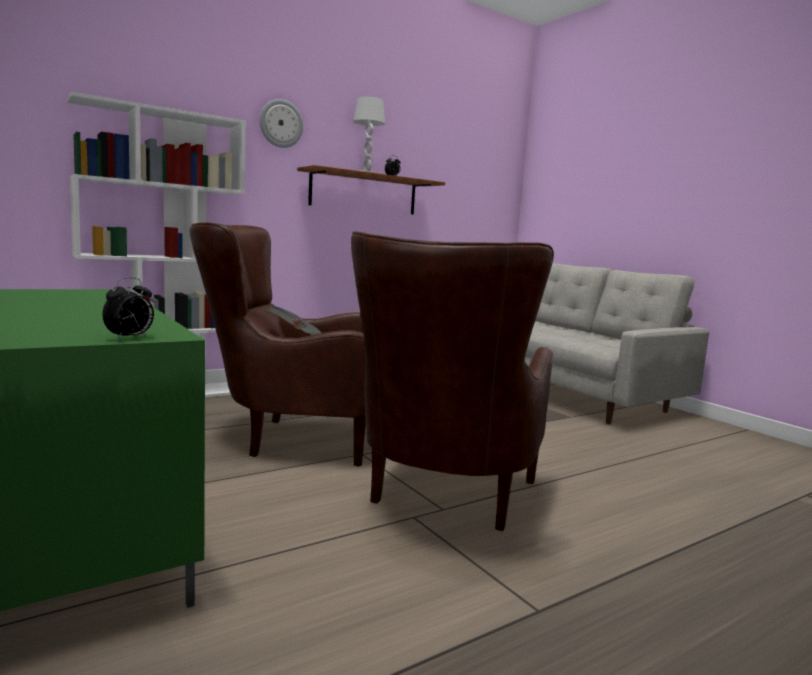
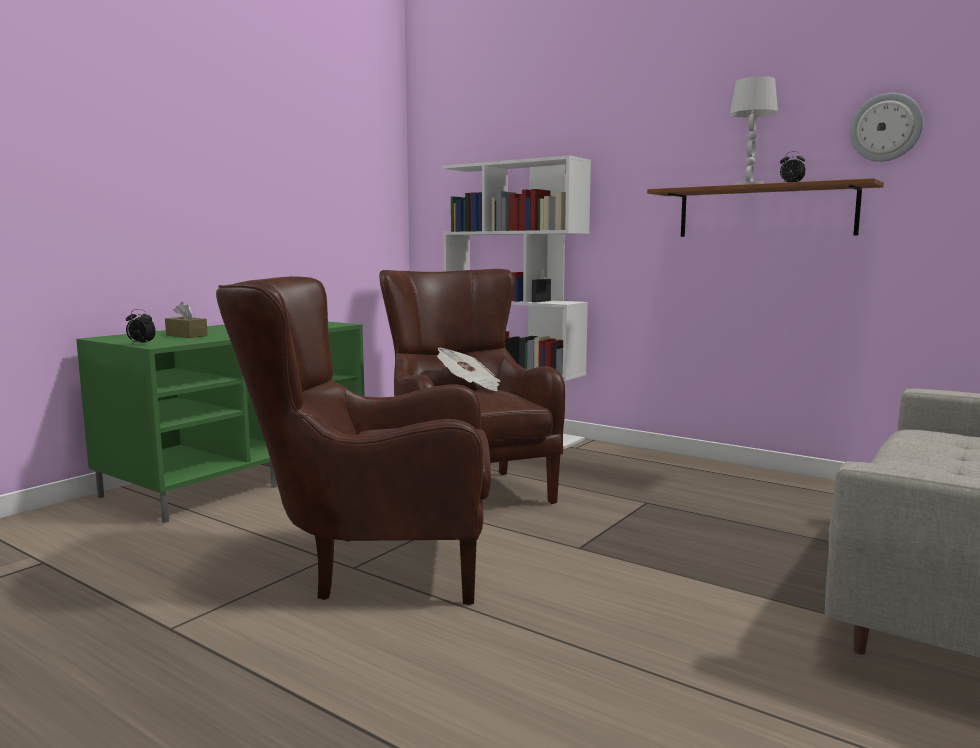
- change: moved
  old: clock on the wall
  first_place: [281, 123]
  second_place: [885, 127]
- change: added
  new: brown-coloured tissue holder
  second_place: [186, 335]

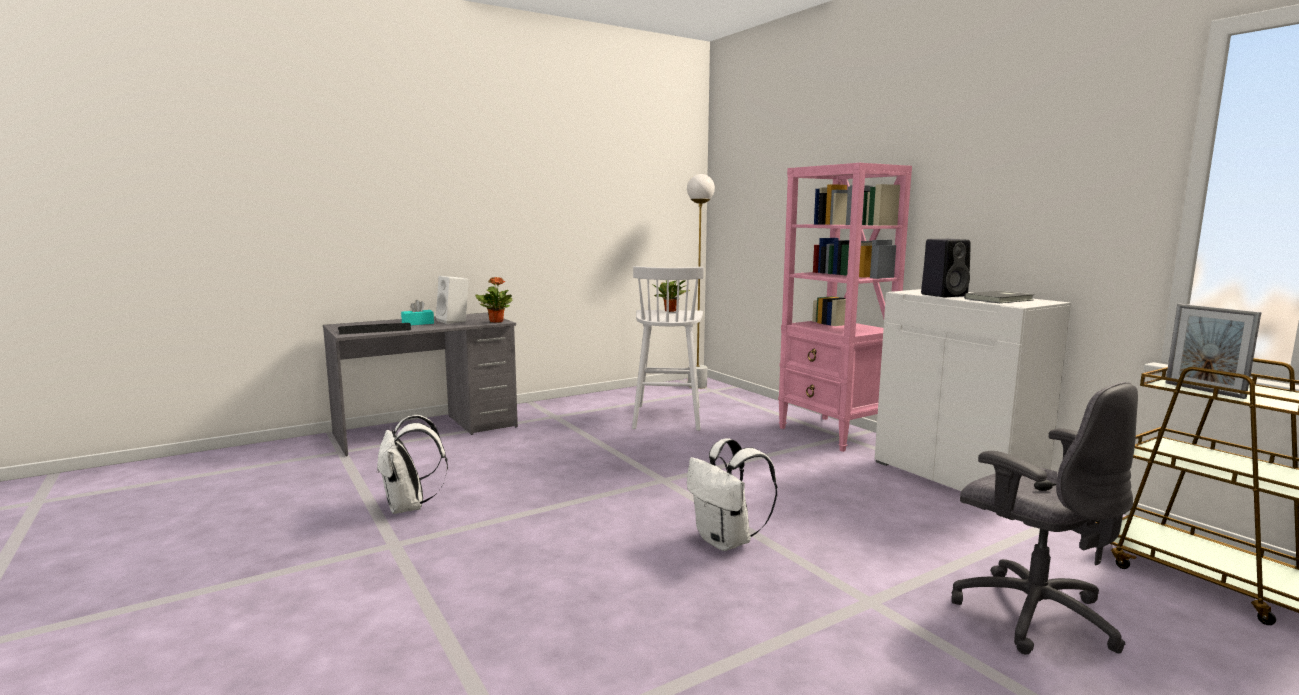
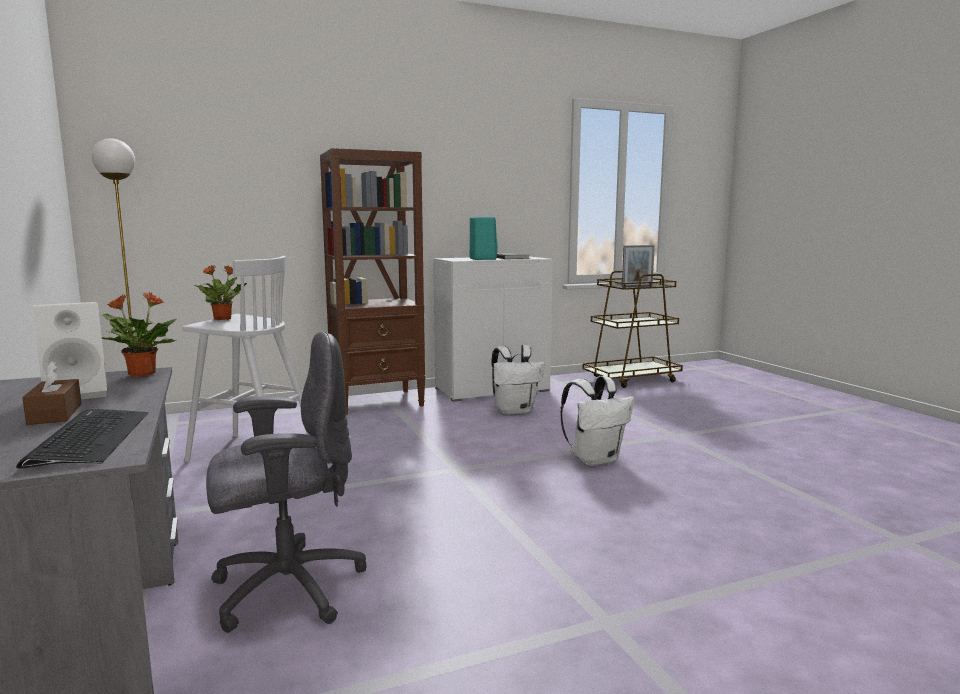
- change: moved
  old: whitish knapsack
  first_place: [409, 507]
  second_place: [515, 411]
- change: recoloured
  old: blue-green tissue holder
  new: brown-coloured tissue holder
  first_place: [418, 323]
  second_place: [55, 414]
- change: recoloured
  old: pink bookshelf
  new: brown-coloured bookshelf
  first_place: [833, 434]
  second_place: [378, 402]
- change: recoloured
  old: blackish loudspeaker
  new: blue-green loudspeaker
  first_place: [944, 295]
  second_place: [482, 259]
- change: moved
  old: gray desk chair
  first_place: [1032, 613]
  second_place: [286, 589]

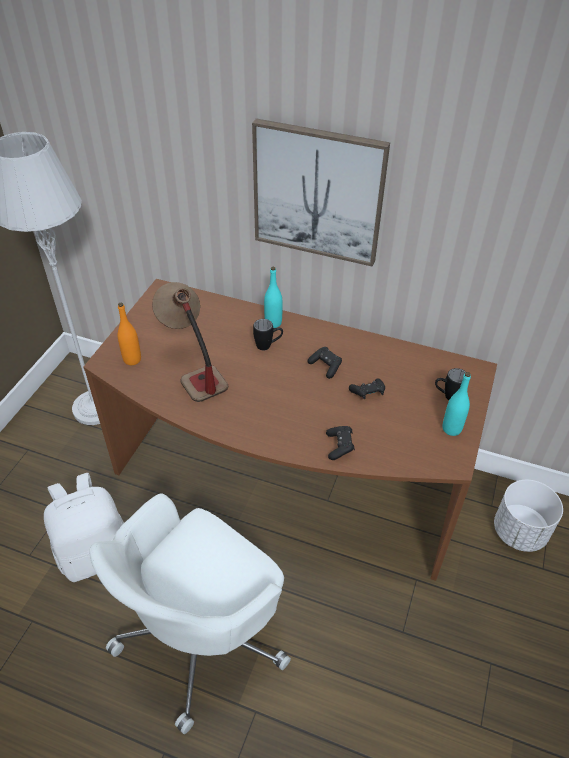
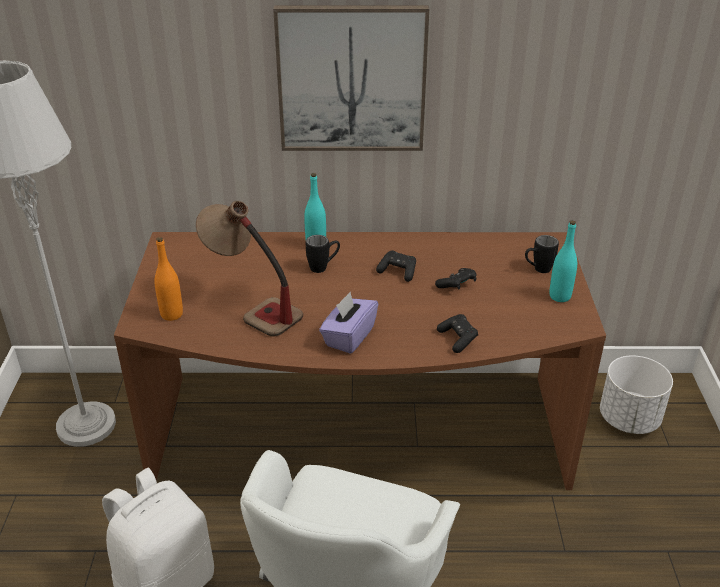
- change: added
  new: purplish tissue holder
  second_place: [349, 337]

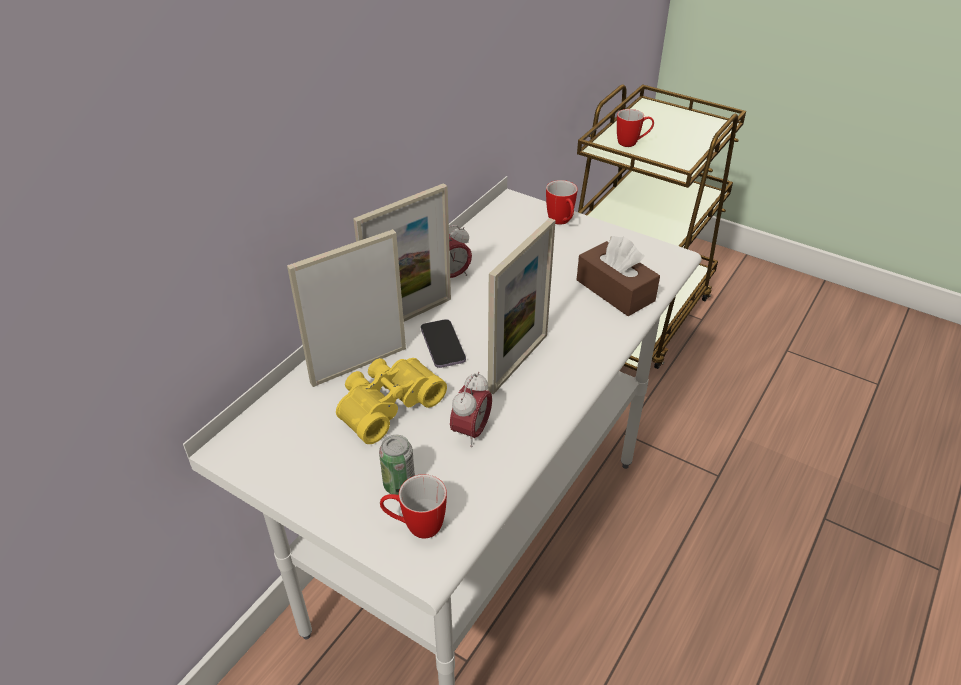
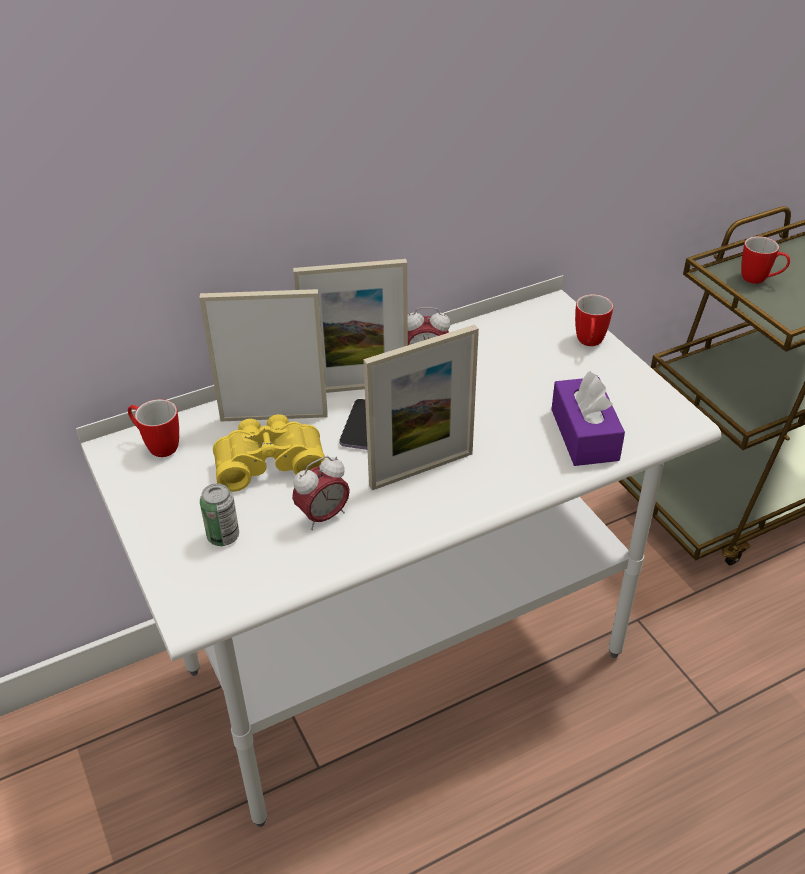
- change: moved
  old: coffee mug
  first_place: [415, 526]
  second_place: [157, 446]
- change: recoloured
  old: brown-coloured tissue holder
  new: purplish tissue holder
  first_place: [615, 290]
  second_place: [584, 434]

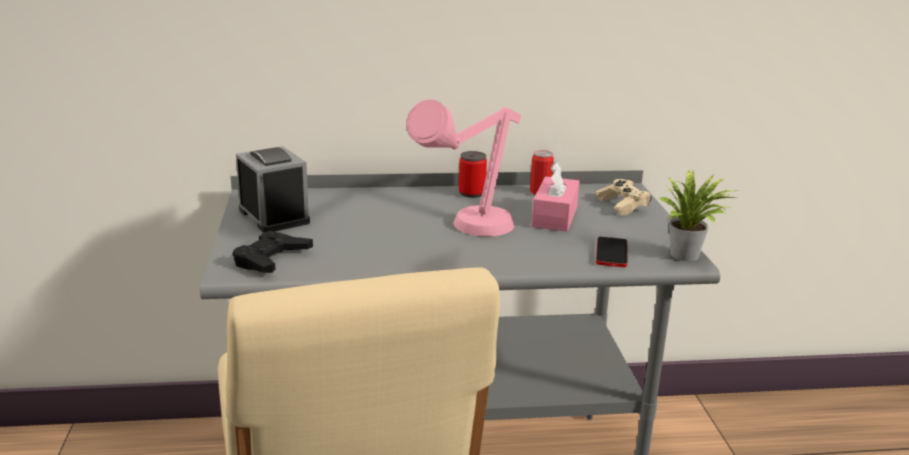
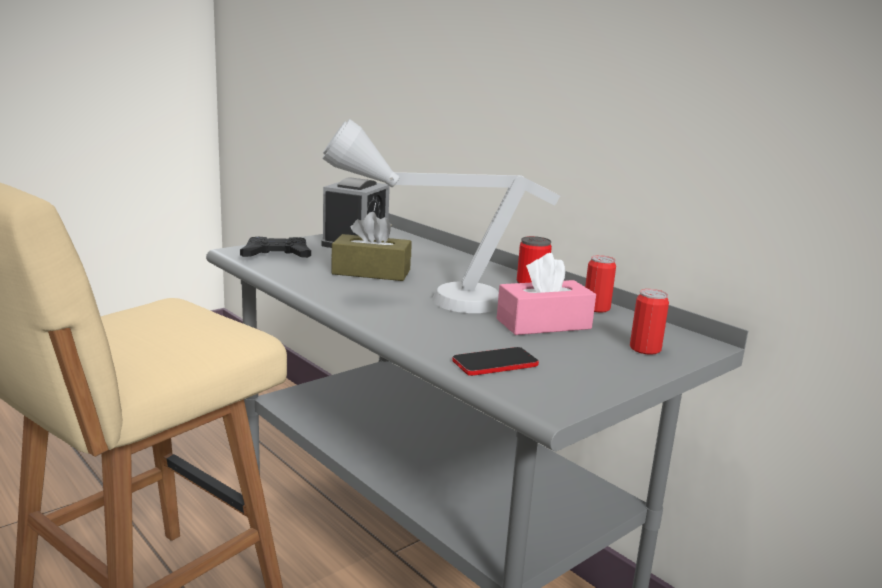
- change: recoloured
  old: pink tabletop lamp
  new: gray tabletop lamp
  first_place: [468, 234]
  second_place: [430, 300]
- change: replaced
  old: beige gamepad
  new: metal can
  first_place: [622, 205]
  second_place: [645, 349]
- change: removed
  old: houseplant
  first_place: [688, 256]
- change: added
  new: brown-coloured tissue holder
  second_place: [371, 272]

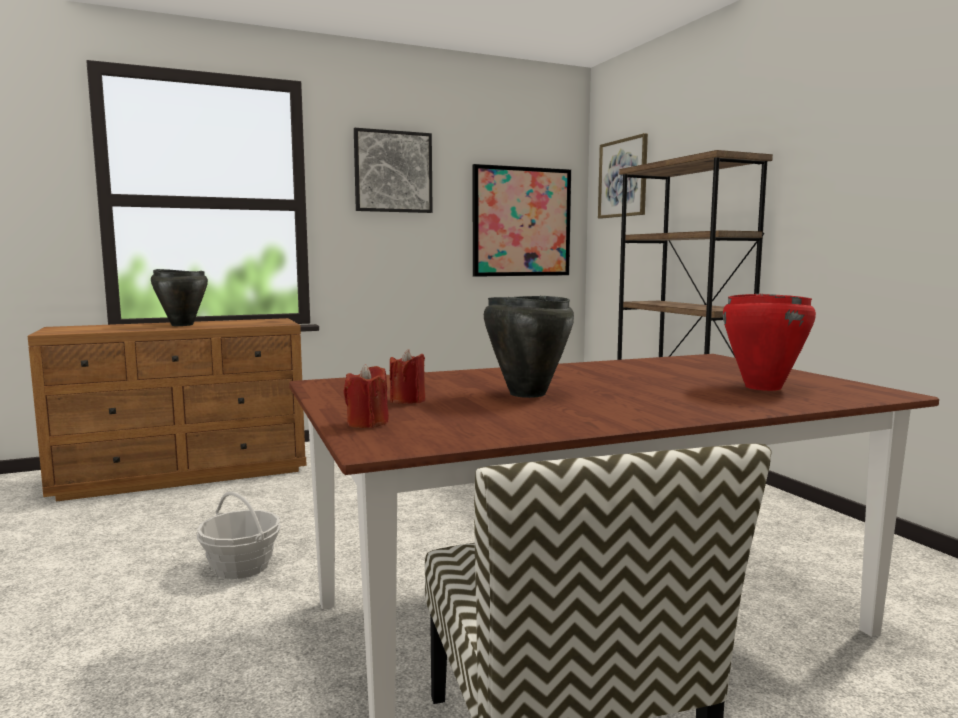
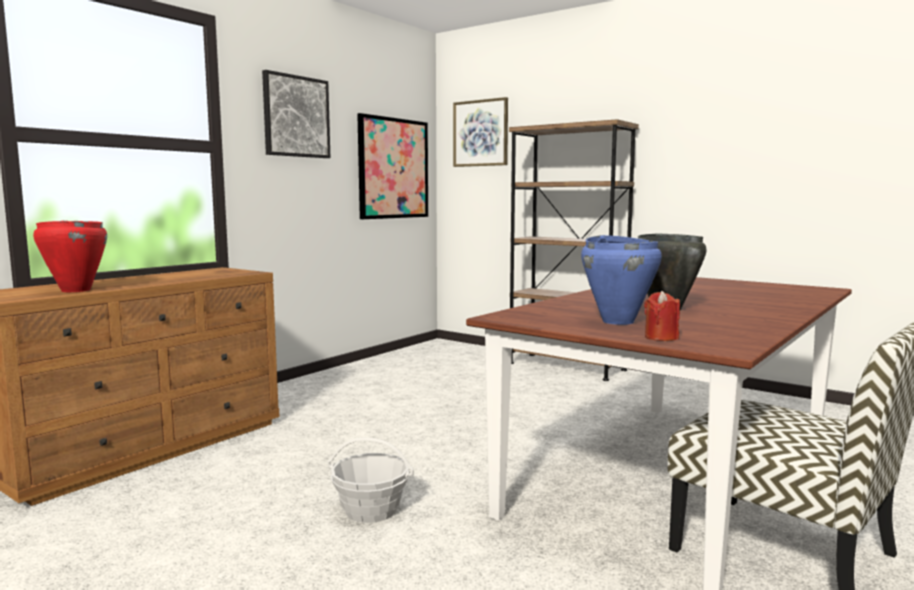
- change: removed
  old: blackish stockpot
  first_place: [182, 325]
- change: replaced
  old: reddish wax candle
  new: blue stockpot
  first_place: [407, 401]
  second_place: [618, 321]
- change: moved
  old: reddish stockpot
  first_place: [762, 387]
  second_place: [75, 290]

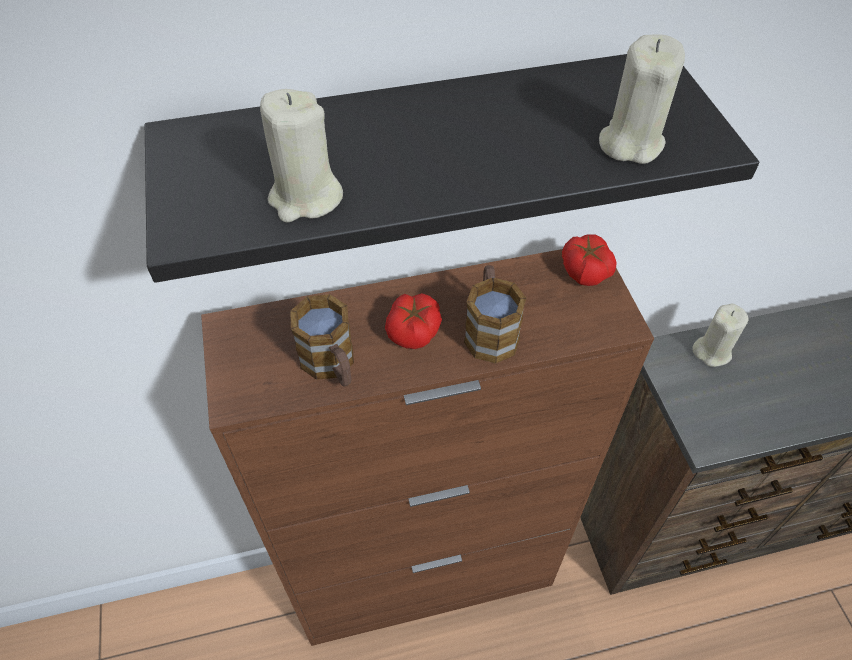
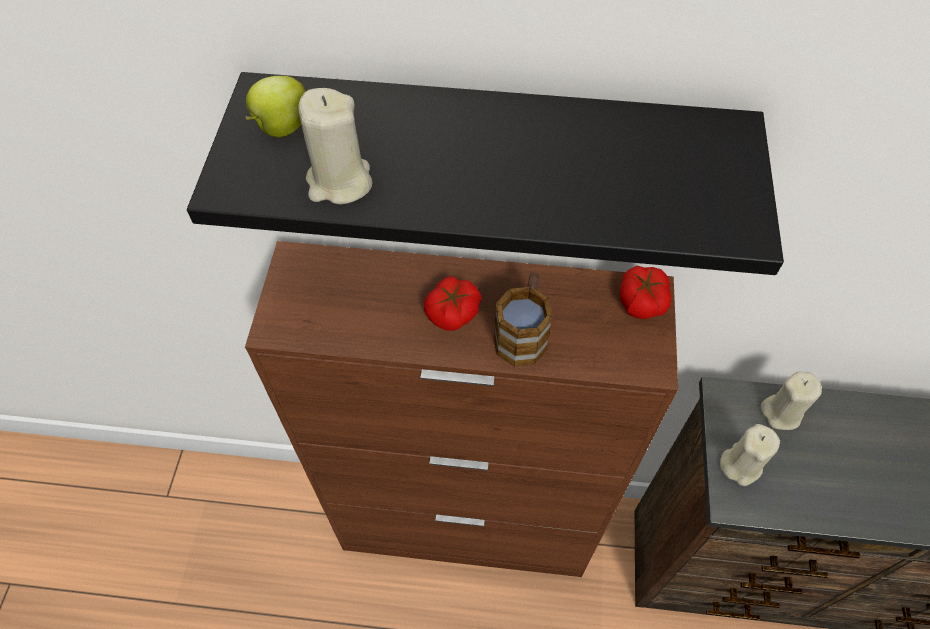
- change: removed
  old: coffee mug
  first_place: [332, 365]
- change: moved
  old: beige wax candle
  first_place: [630, 143]
  second_place: [740, 464]
- change: added
  new: apple
  second_place: [282, 128]

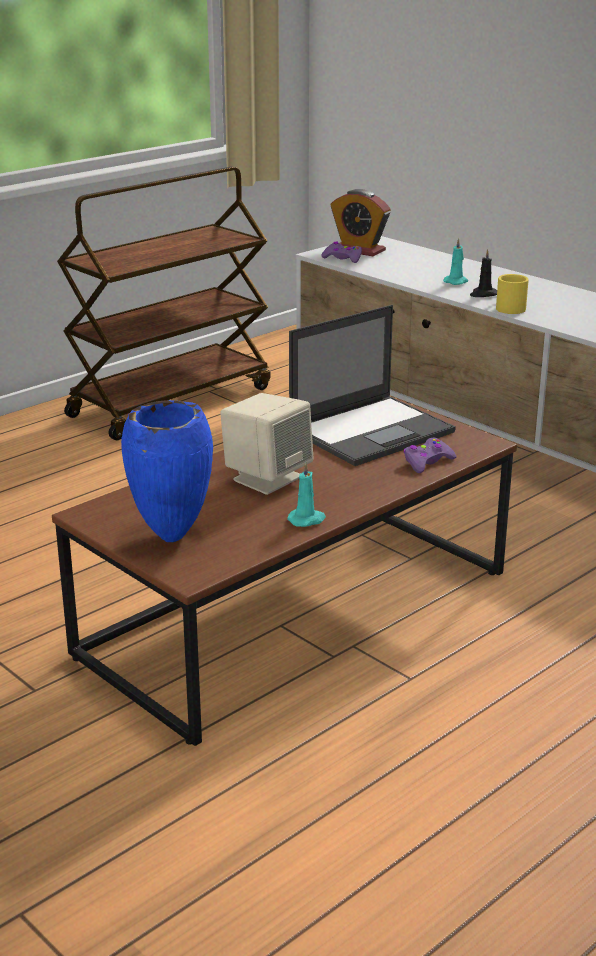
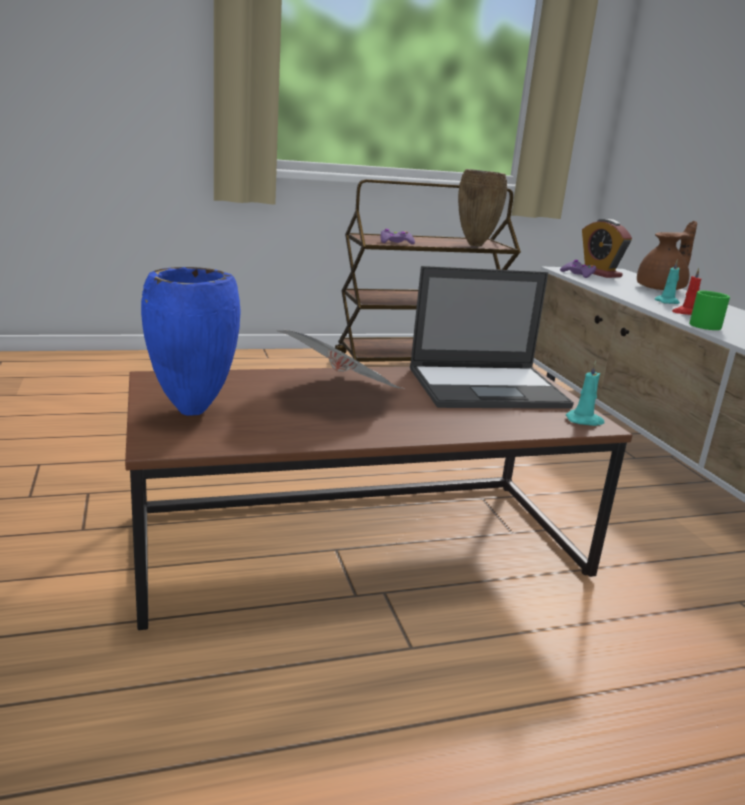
- change: replaced
  old: beige loudspeaker
  new: newspaper
  first_place: [267, 478]
  second_place: [343, 394]
- change: moved
  old: blue-green wax candle
  first_place: [307, 520]
  second_place: [585, 421]
- change: moved
  old: purplish gamepad
  first_place: [427, 462]
  second_place: [395, 242]
- change: recoloured
  old: blackish wax candle
  new: reddish wax candle
  first_place: [483, 294]
  second_place: [686, 313]
- change: recoloured
  old: yellow-coloured coffee mug
  new: green coffee mug
  first_place: [507, 307]
  second_place: [703, 324]
- change: added
  new: brown-coloured vase
  second_place: [476, 245]
- change: added
  new: brown-coloured tea pot
  second_place: [662, 288]

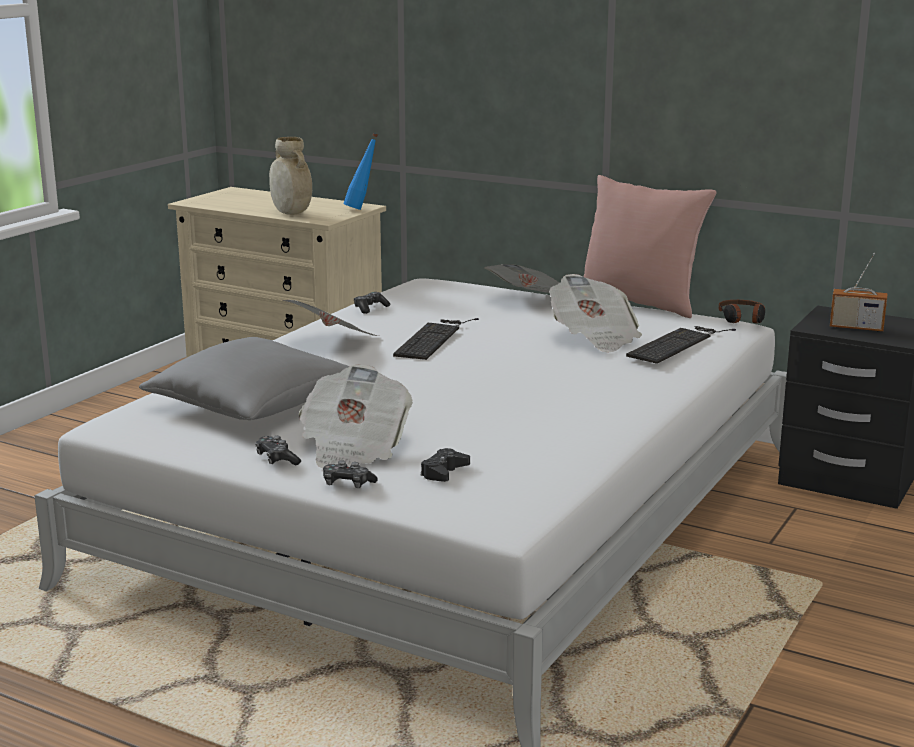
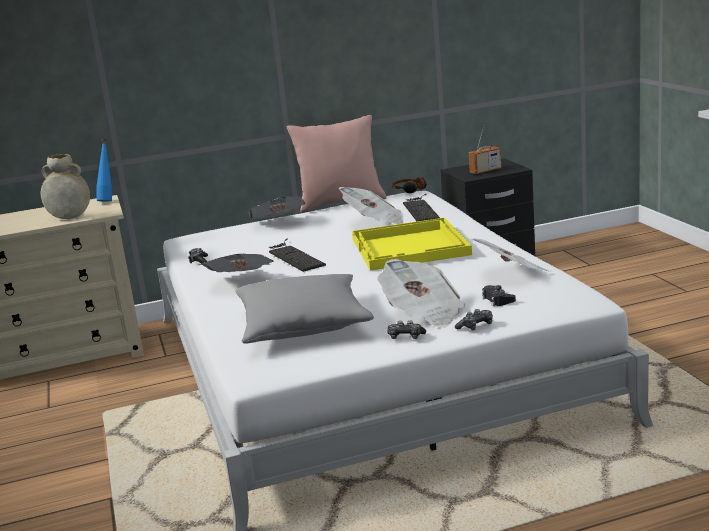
- change: added
  new: yellow-coloured serving tray
  second_place: [411, 247]
- change: added
  new: newspaper
  second_place: [511, 275]

